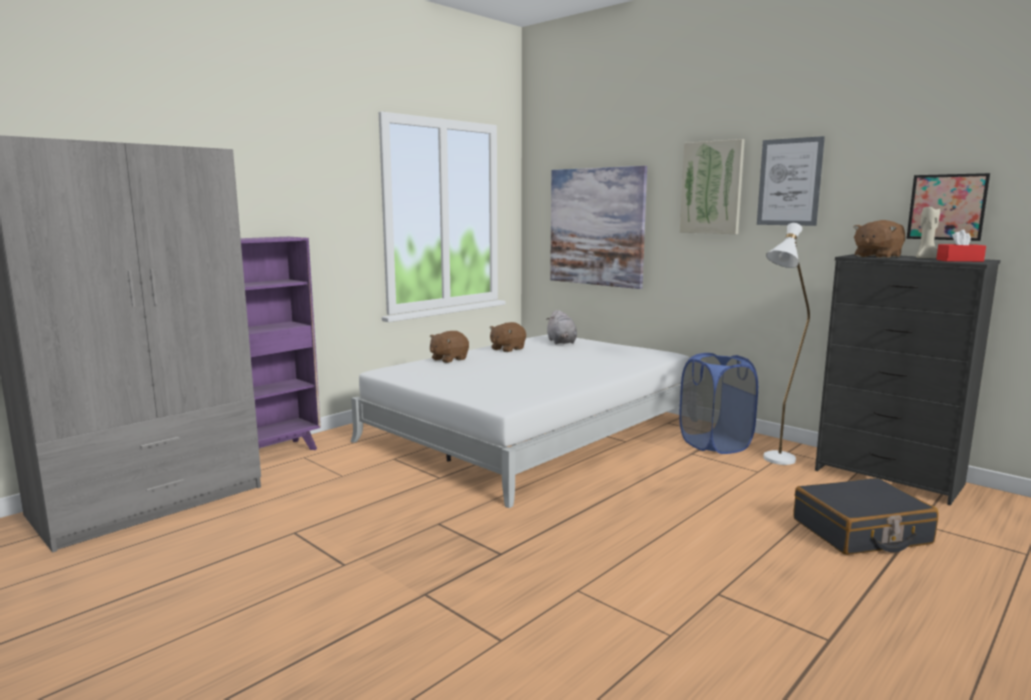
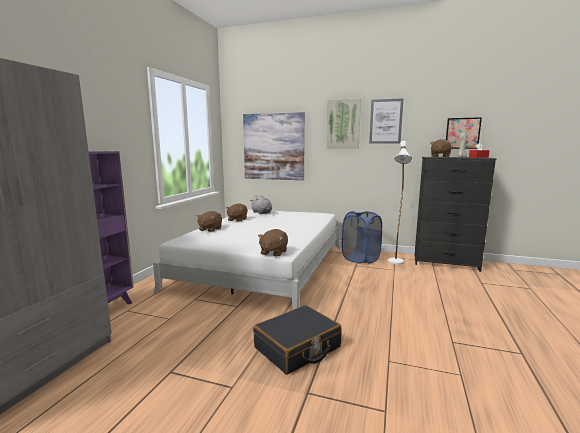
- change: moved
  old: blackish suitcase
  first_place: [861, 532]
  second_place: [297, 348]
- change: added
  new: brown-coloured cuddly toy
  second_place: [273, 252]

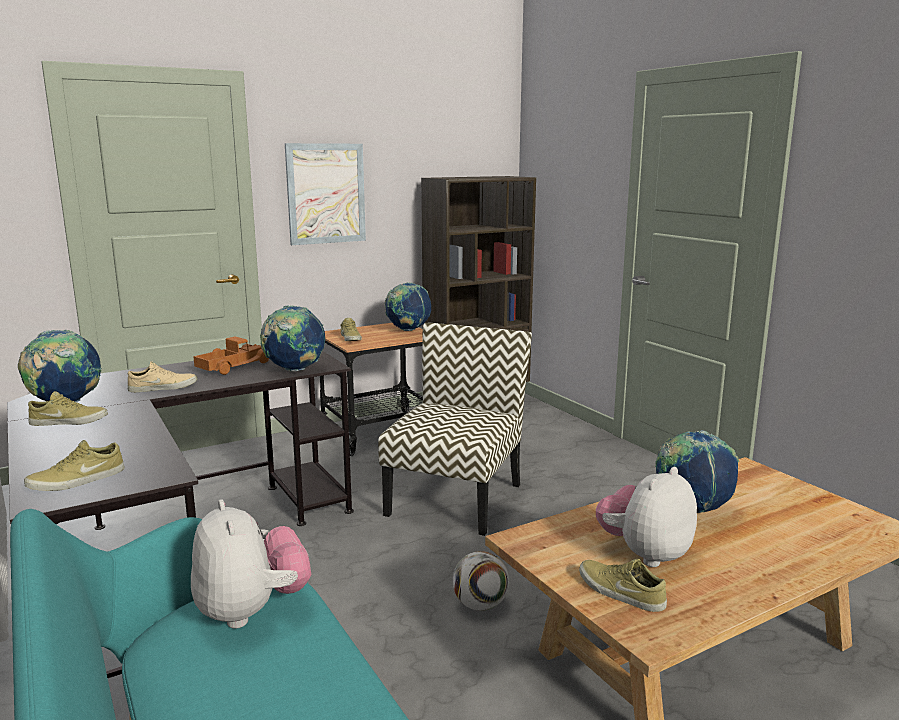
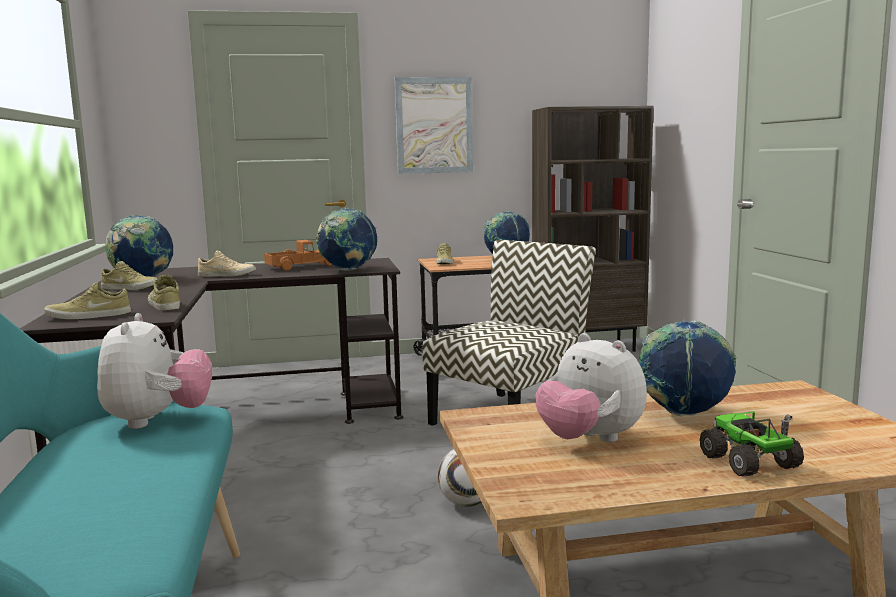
- change: moved
  old: beige low shoe
  first_place: [620, 592]
  second_place: [164, 304]
- change: turned
  old: cuddly toy
  first_place: [644, 554]
  second_place: [589, 440]
  degrees: -105
- change: added
  new: toy truck
  second_place: [750, 462]

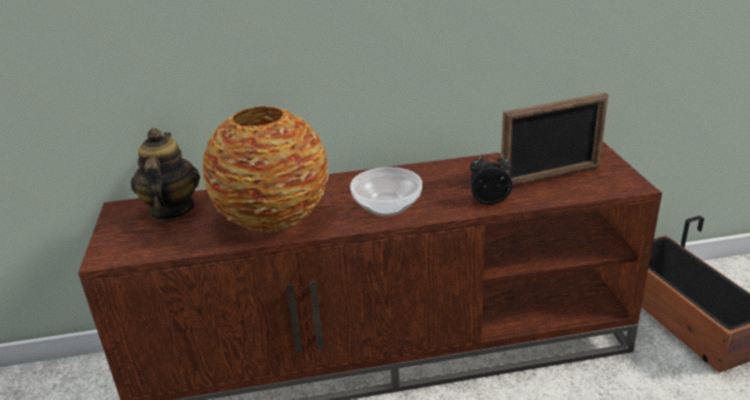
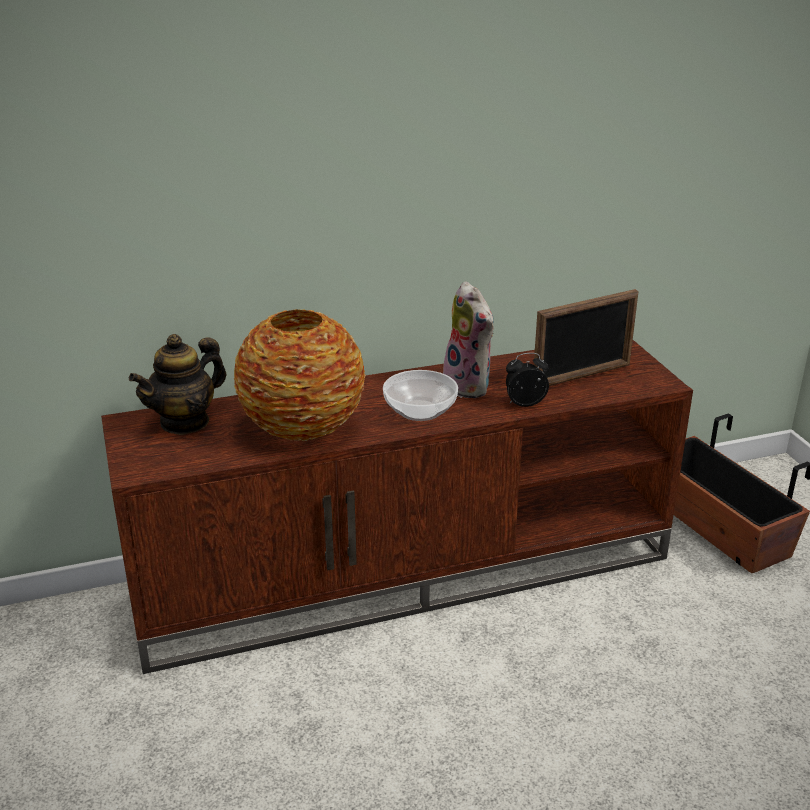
- change: turned
  old: tea pot
  first_place: [171, 210]
  second_place: [185, 422]
  degrees: -120
- change: added
  new: cuddly toy
  second_place: [470, 386]

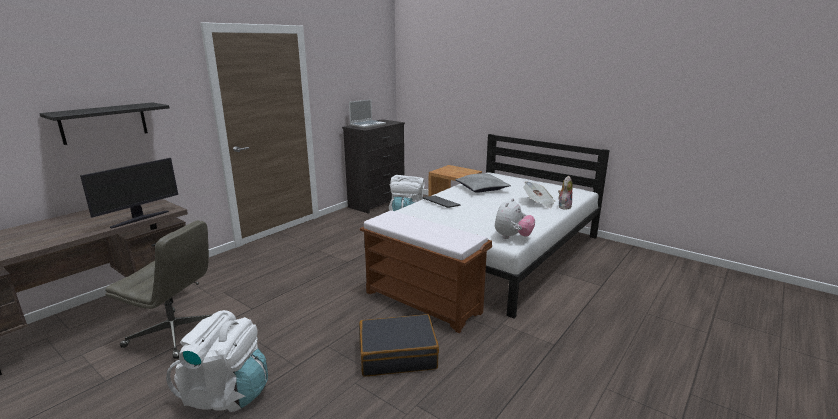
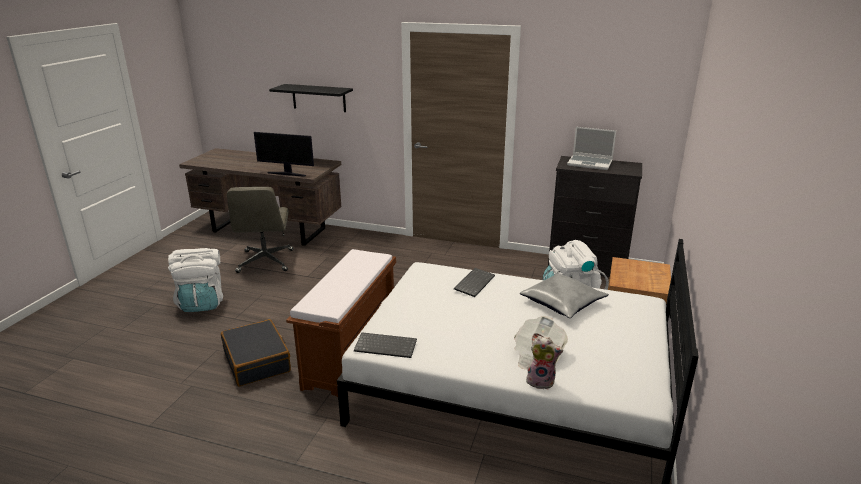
- change: replaced
  old: cuddly toy
  new: keyboard
  first_place: [512, 237]
  second_place: [386, 346]

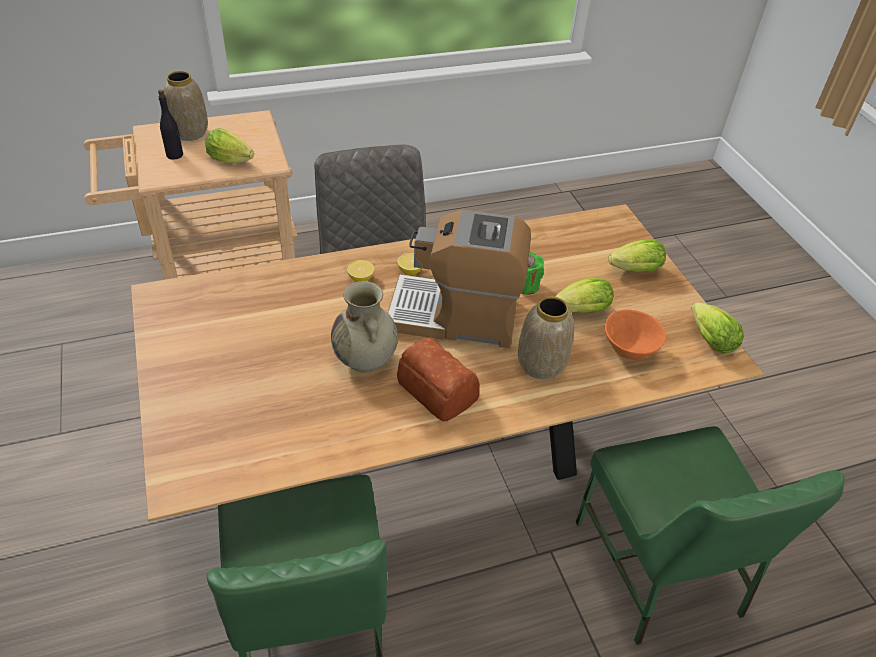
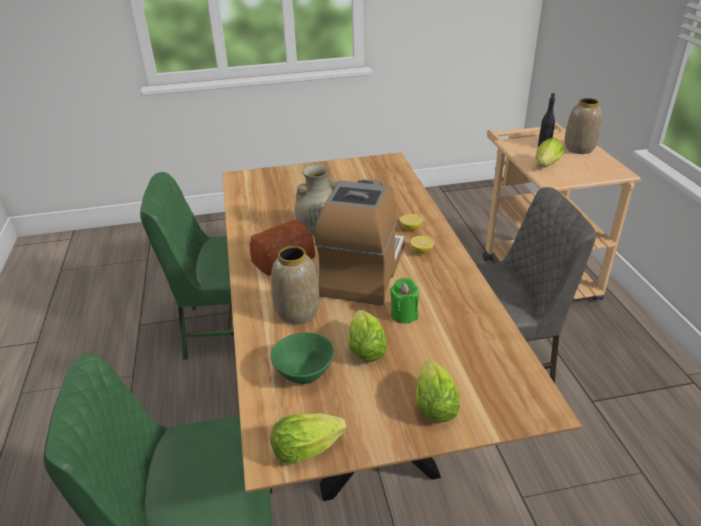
- change: recoloured
  old: orange deep dish
  new: green deep dish
  first_place: [628, 351]
  second_place: [303, 373]

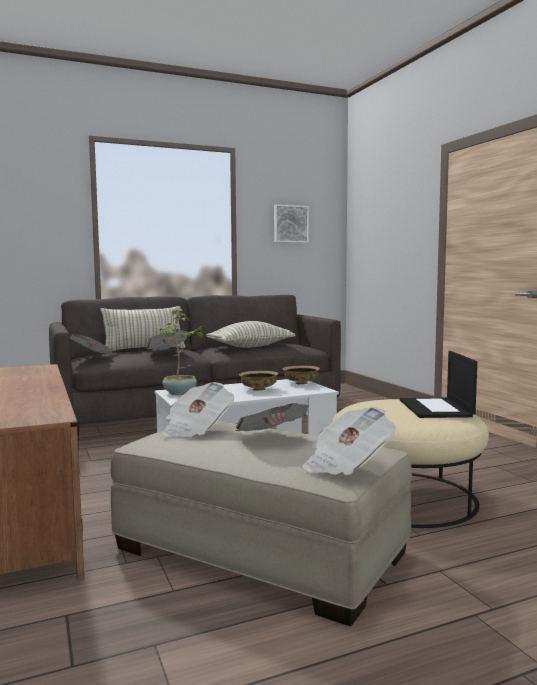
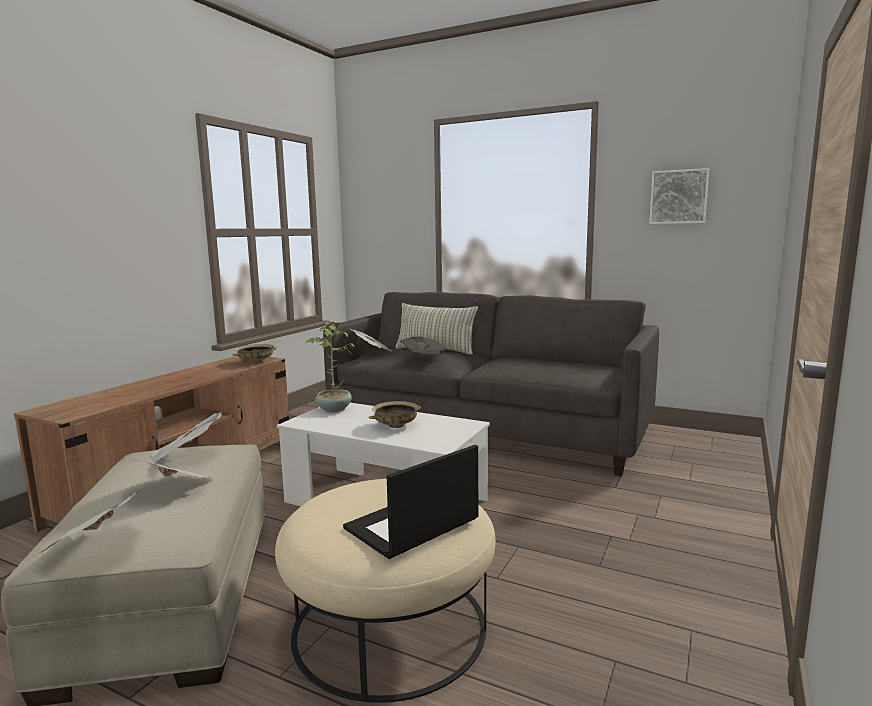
- change: removed
  old: cushion
  first_place: [250, 347]
- change: moved
  old: beige deep dish
  first_place: [301, 383]
  second_place: [255, 362]

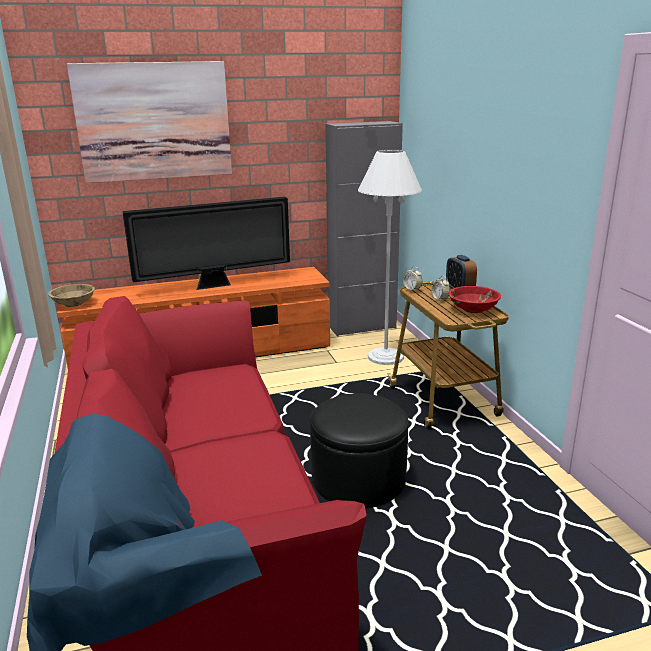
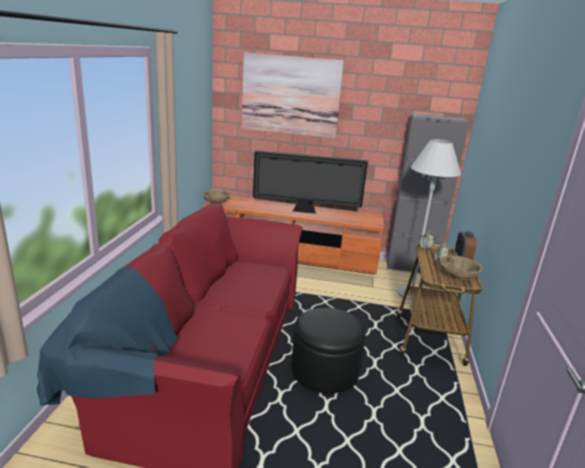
- change: recoloured
  old: reddish deep dish
  new: beige deep dish
  first_place: [473, 309]
  second_place: [458, 275]

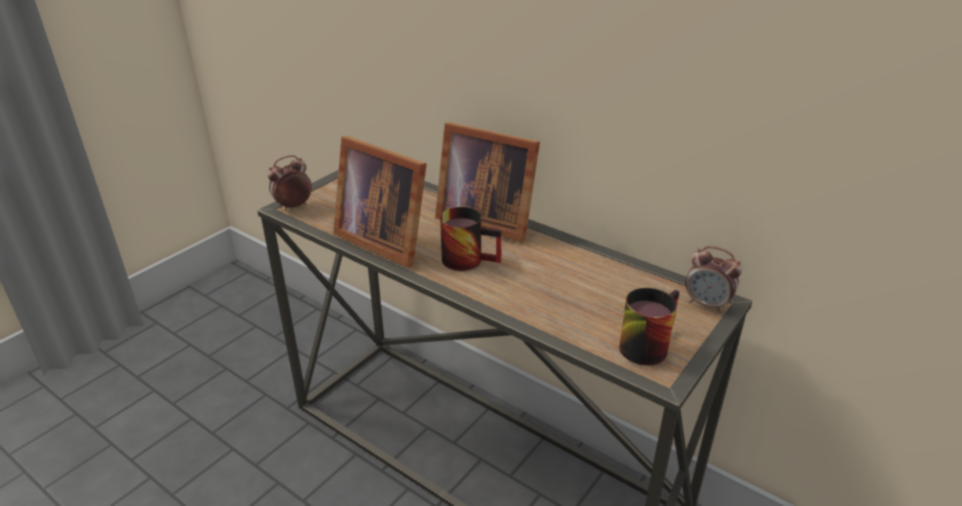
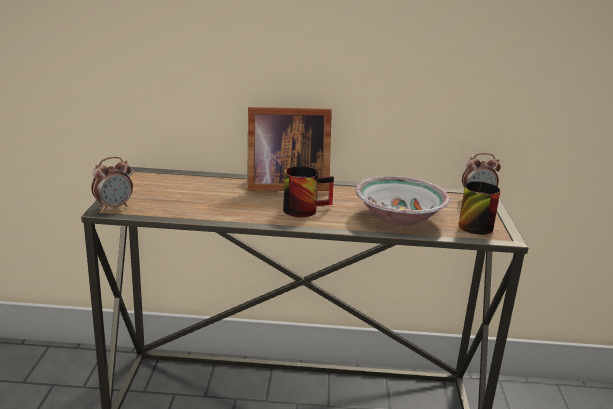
- change: turned
  old: table clock
  first_place: [293, 206]
  second_place: [114, 207]
  degrees: -150
- change: removed
  old: photo frame
  first_place: [384, 239]
- change: added
  new: deep dish
  second_place: [398, 217]

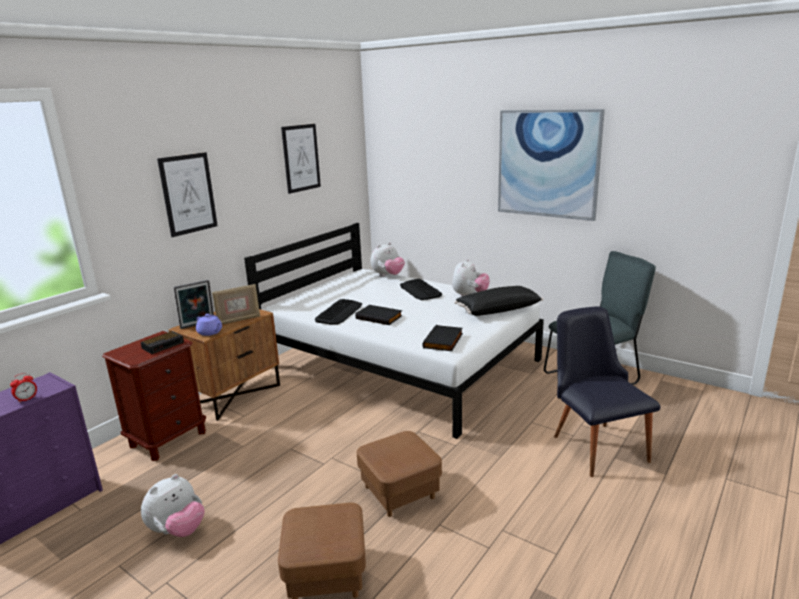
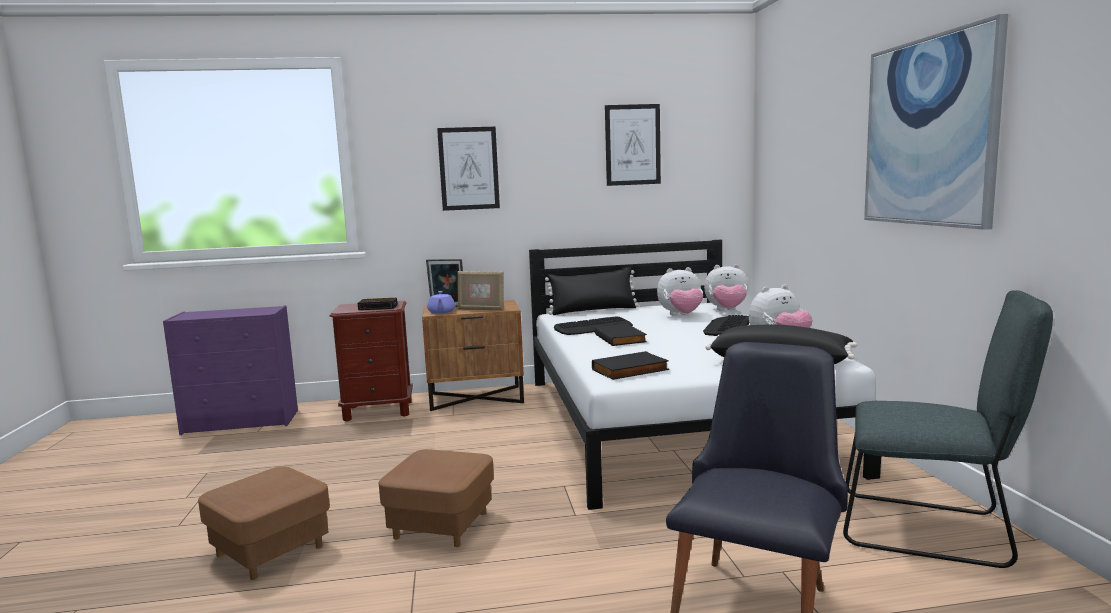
- change: removed
  old: table clock
  first_place: [27, 399]
- change: moved
  old: cuddly toy
  first_place: [178, 530]
  second_place: [681, 315]
- change: added
  new: blackish cushion
  second_place: [593, 310]

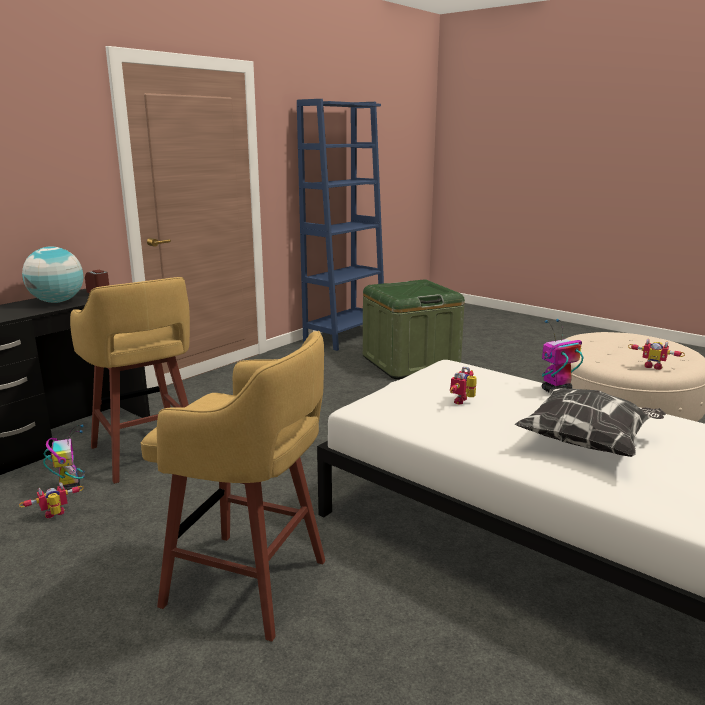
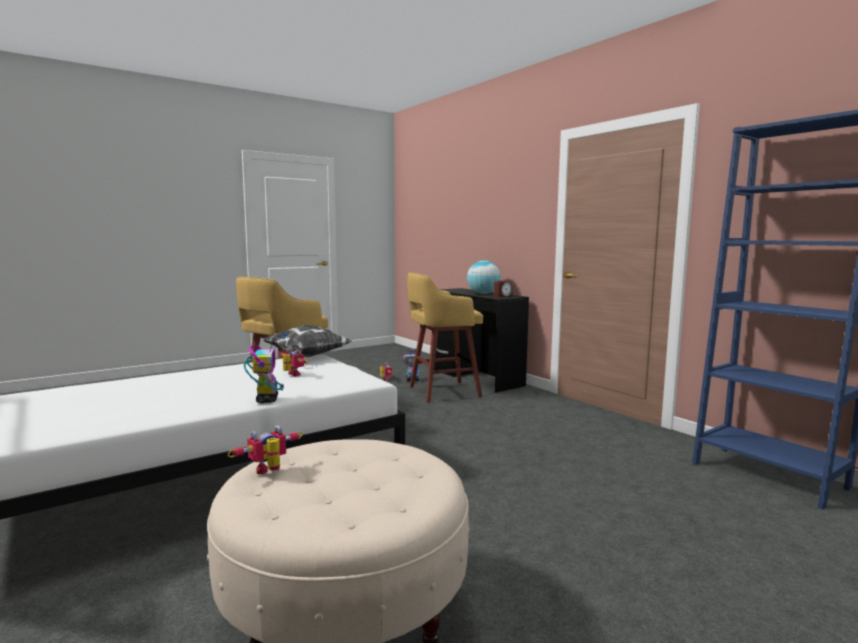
- change: removed
  old: green storage box
  first_place: [410, 363]
- change: moved
  old: cushion
  first_place: [588, 443]
  second_place: [307, 357]

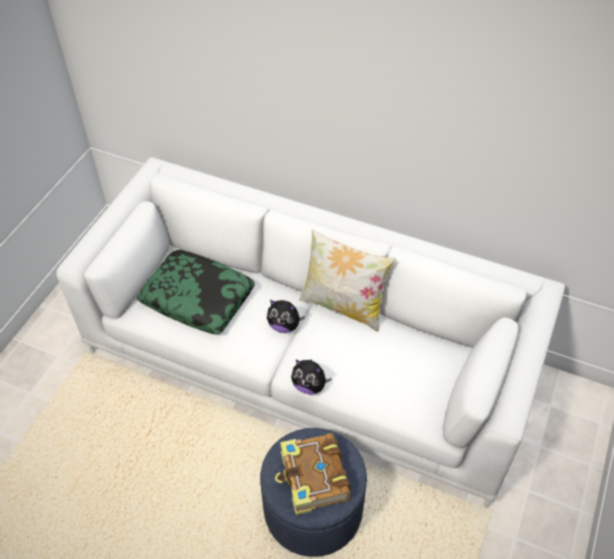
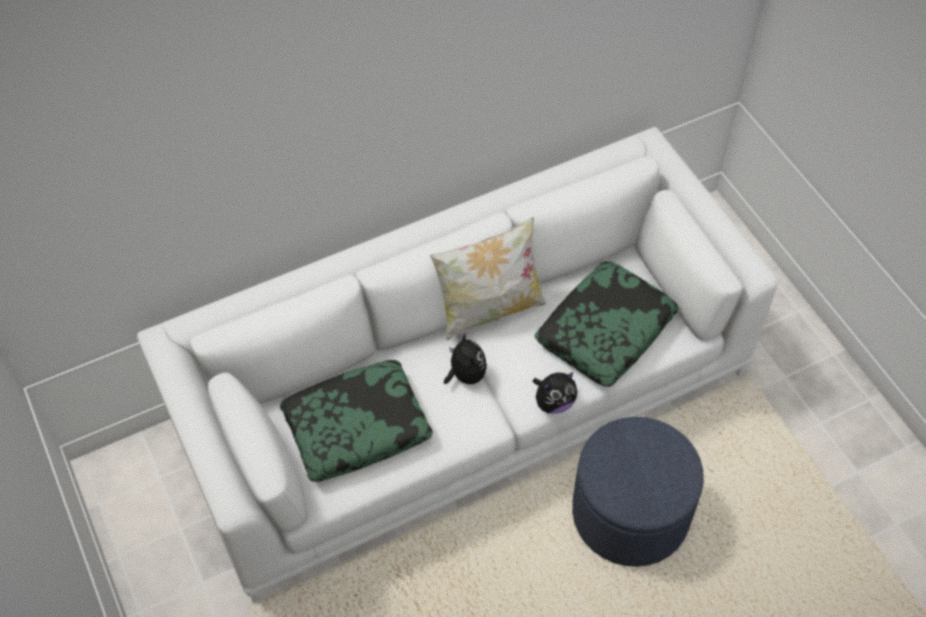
- change: turned
  old: cuddly toy
  first_place: [284, 326]
  second_place: [465, 375]
  degrees: -75
- change: removed
  old: bound book
  first_place: [313, 479]
- change: added
  new: cushion
  second_place: [605, 330]

